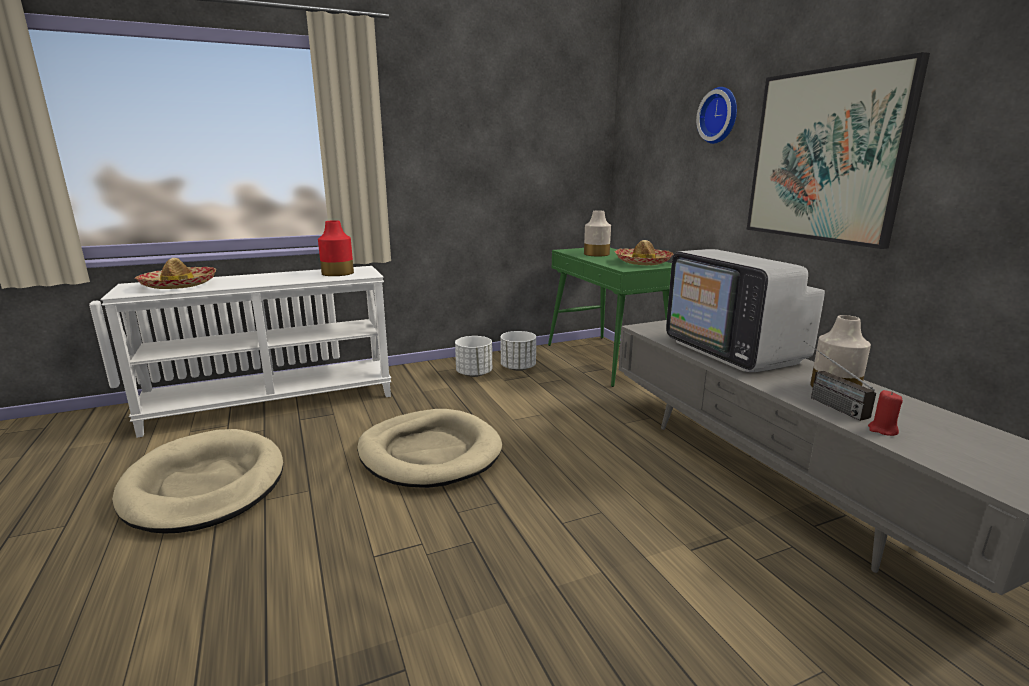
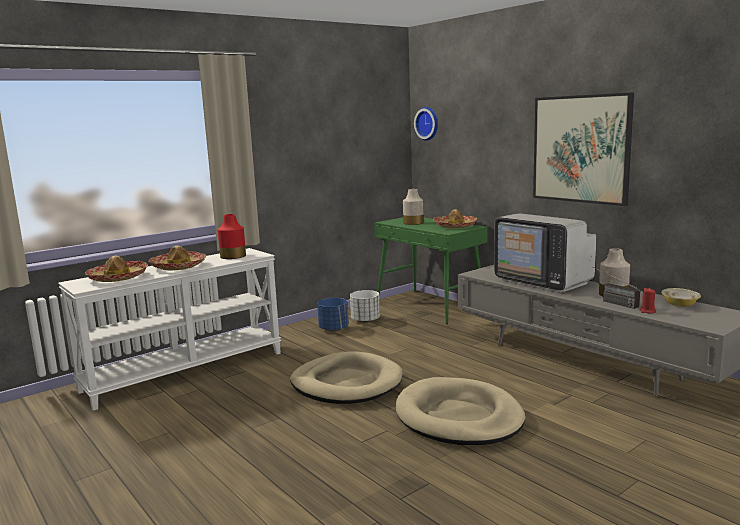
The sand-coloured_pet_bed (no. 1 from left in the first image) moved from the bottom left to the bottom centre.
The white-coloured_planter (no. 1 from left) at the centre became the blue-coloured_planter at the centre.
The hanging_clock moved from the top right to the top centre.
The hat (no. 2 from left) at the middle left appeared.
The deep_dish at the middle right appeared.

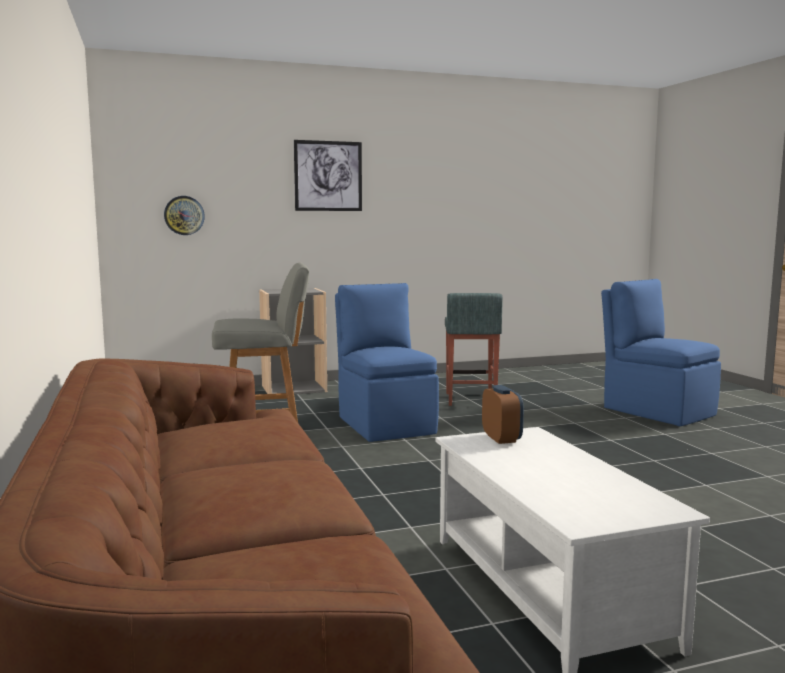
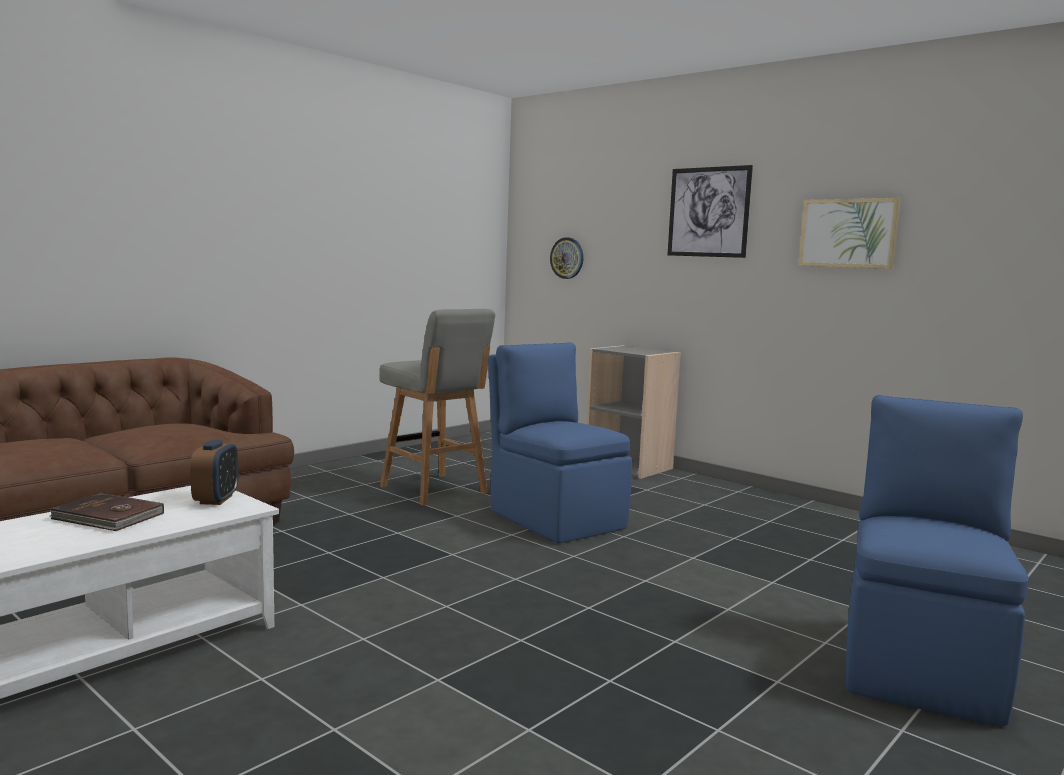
The blue-coloured_upright_chair (no. 1 from left) at the centre turned 75 degrees counterclockwise.
The grey_stool_seat (no. 2 from left) at the centre disappeared.
The alarm_clock at the centre turned 45 degrees counterclockwise.
The brown_volume at the middle left appeared.
The wall_art (no. 2 from left) at the top right appeared.

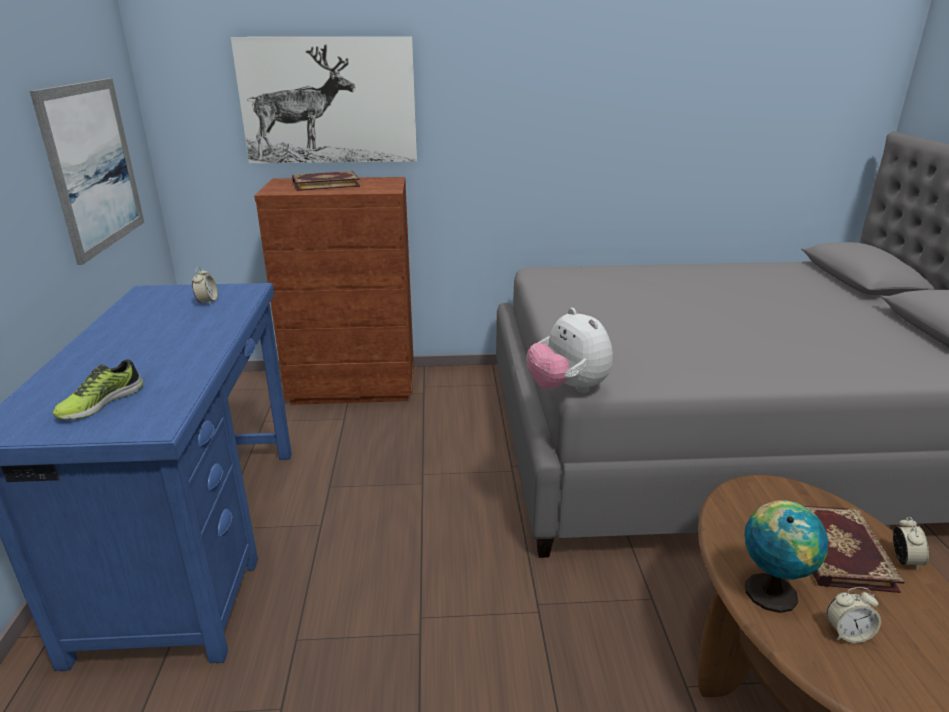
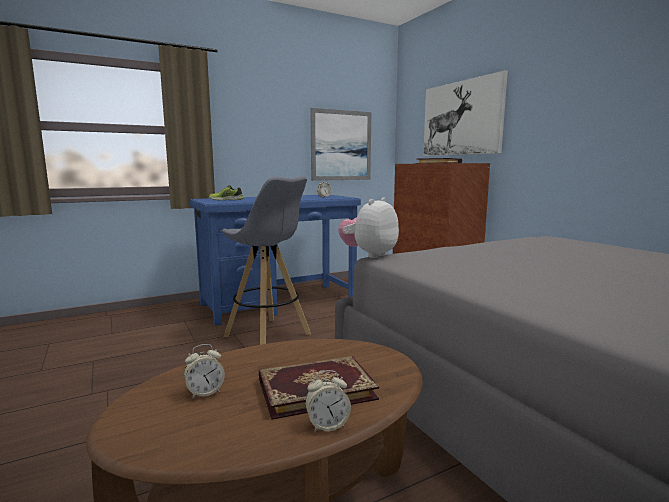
The desk_globe at the bottom right disappeared.
The alarm_clock (no. 2 from left in the first image) at the bottom right turned 90 degrees counterclockwise.
The grey_stool_seat at the centre appeared.

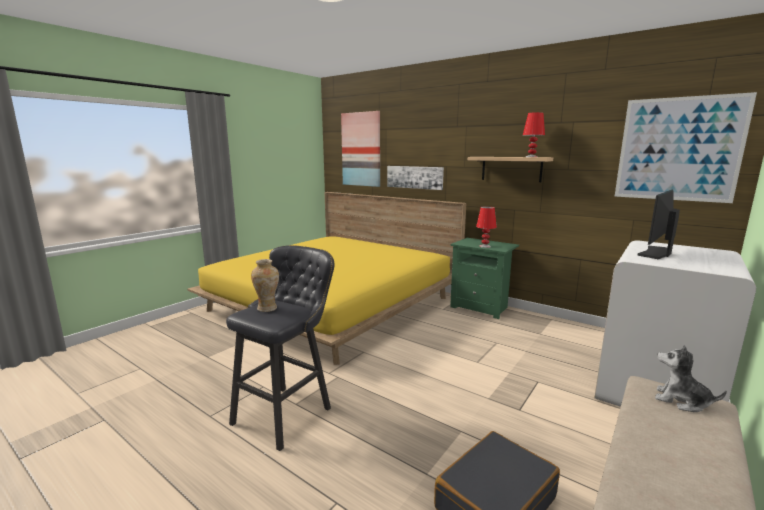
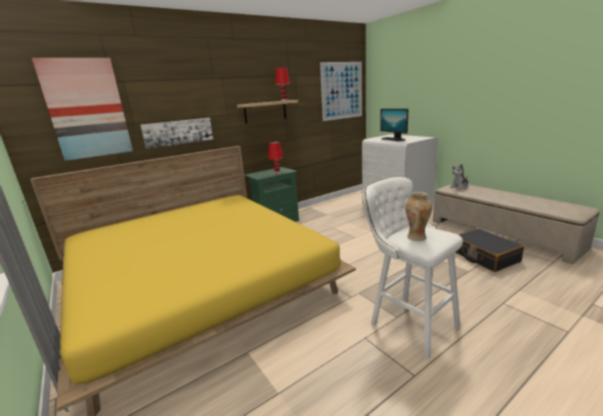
The black-coloured_stool_seat at the bottom centre became the white-coloured_stool_seat at the middle right.

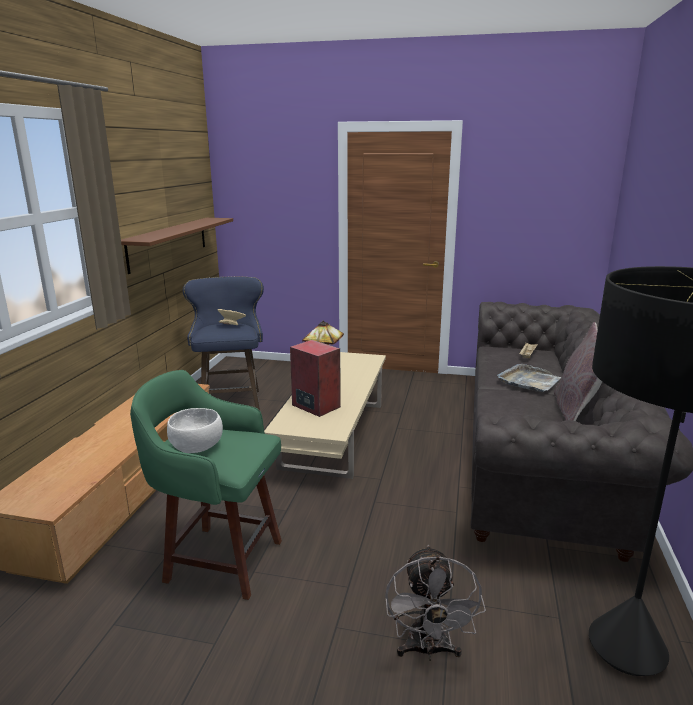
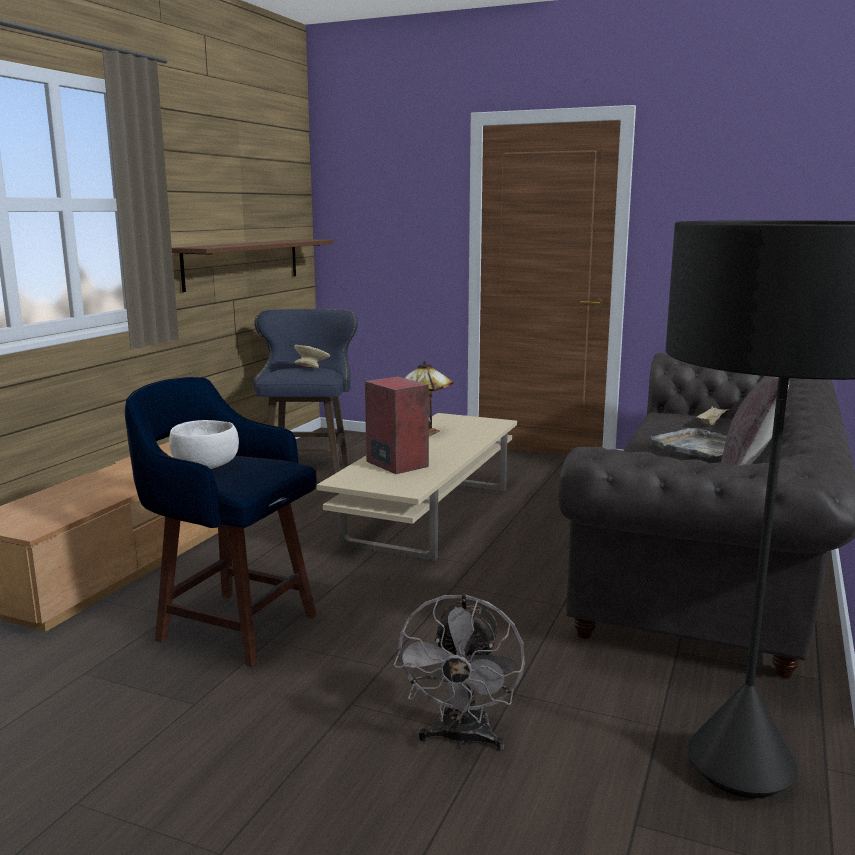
The green-coloured_stool_seat at the bottom left became the blue-coloured_stool_seat (no. 1 from left) at the middle left.

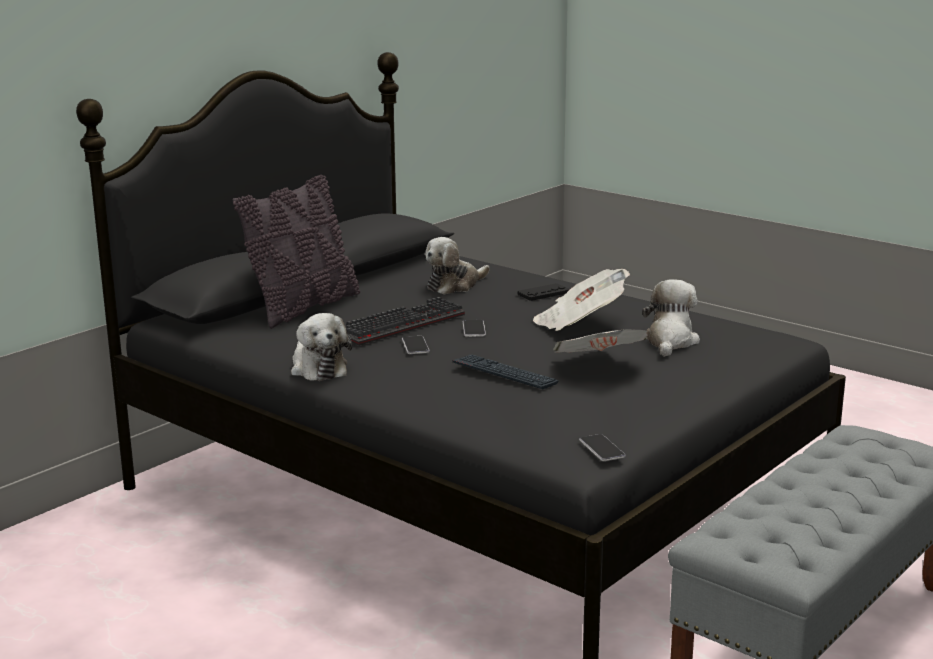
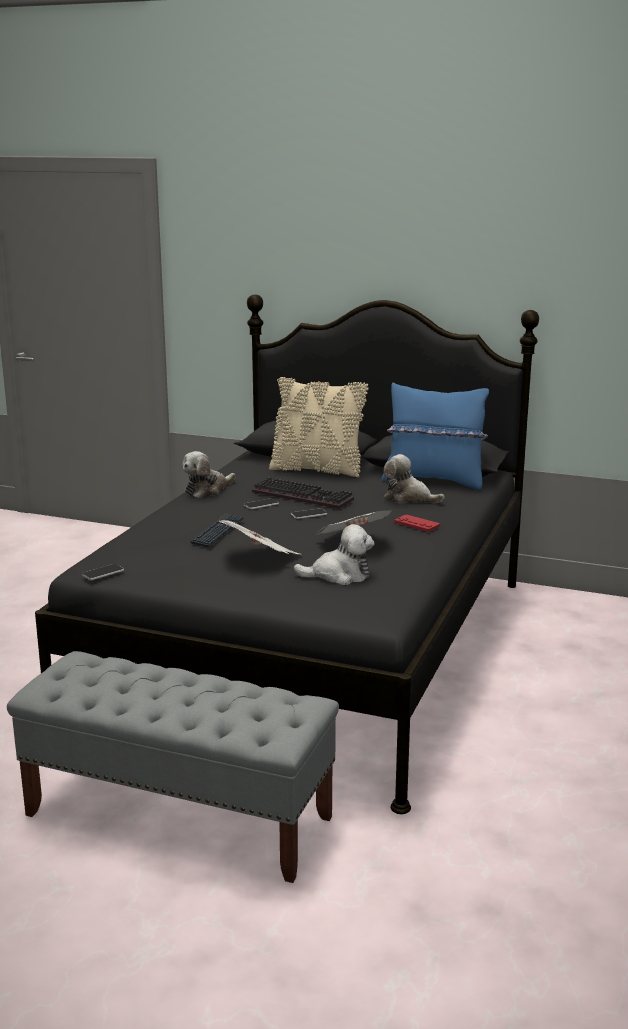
The black-coloured_throw_pillow at the middle left became the sand-coloured_throw_pillow at the centre.
The black-coloured_gamepad at the centre became the red_gamepad at the centre.
The blue-coloured_throw_pillow at the middle right appeared.

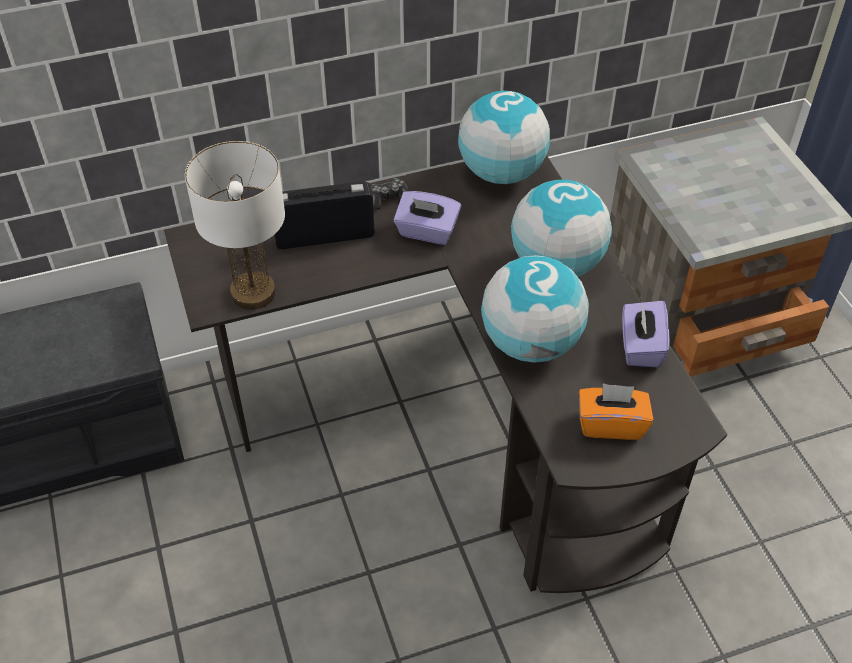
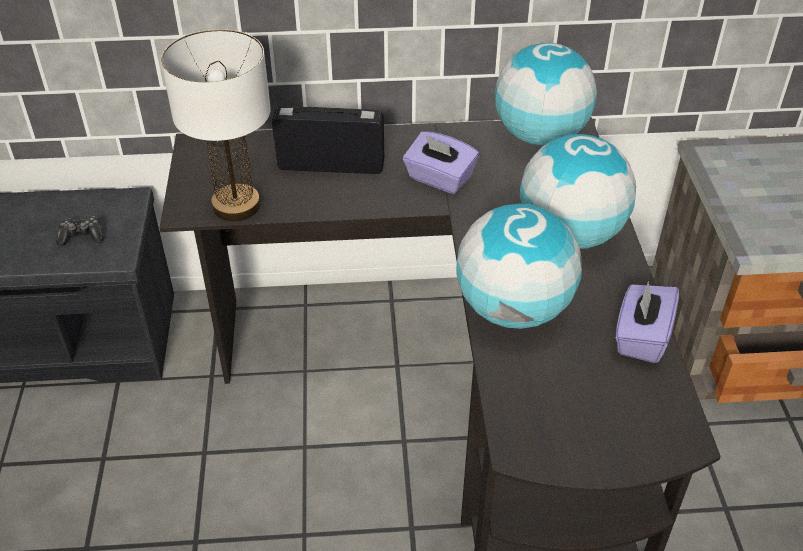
The gamepad moved from the top centre to the middle left.
The orange_tissue_holder at the middle right disappeared.

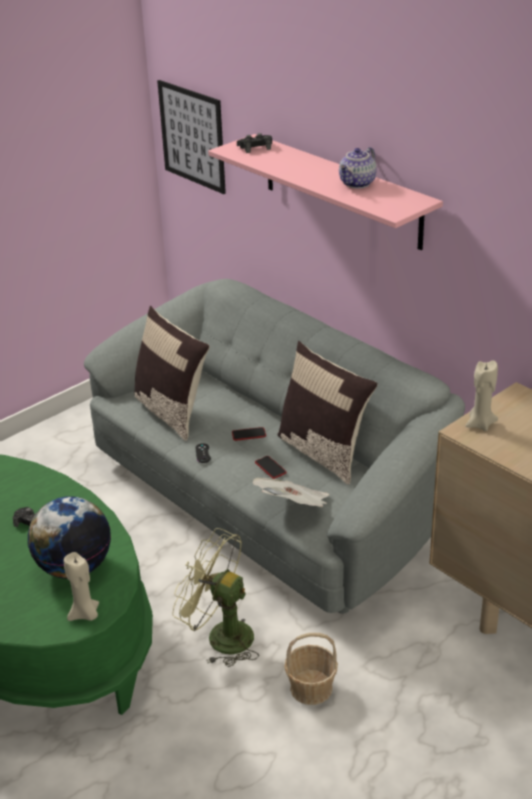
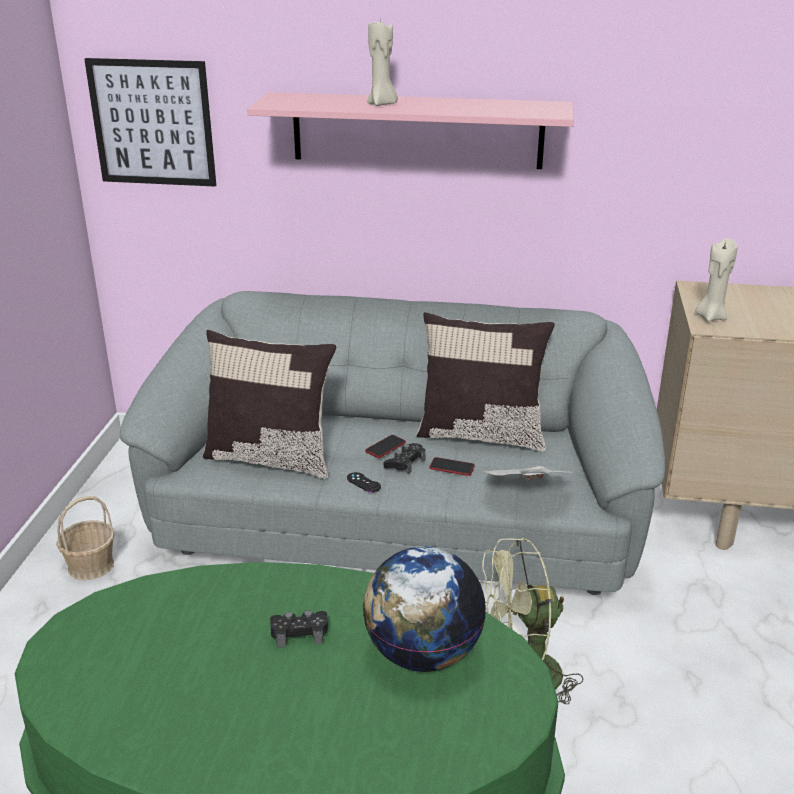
The sand-coloured_wax_candle (no. 1 from left) moved from the bottom left to the top centre.
The black-coloured_gamepad (no. 3 from left) moved from the top centre to the centre.
The household_basket moved from the bottom centre to the bottom left.
The teapot at the top right disappeared.

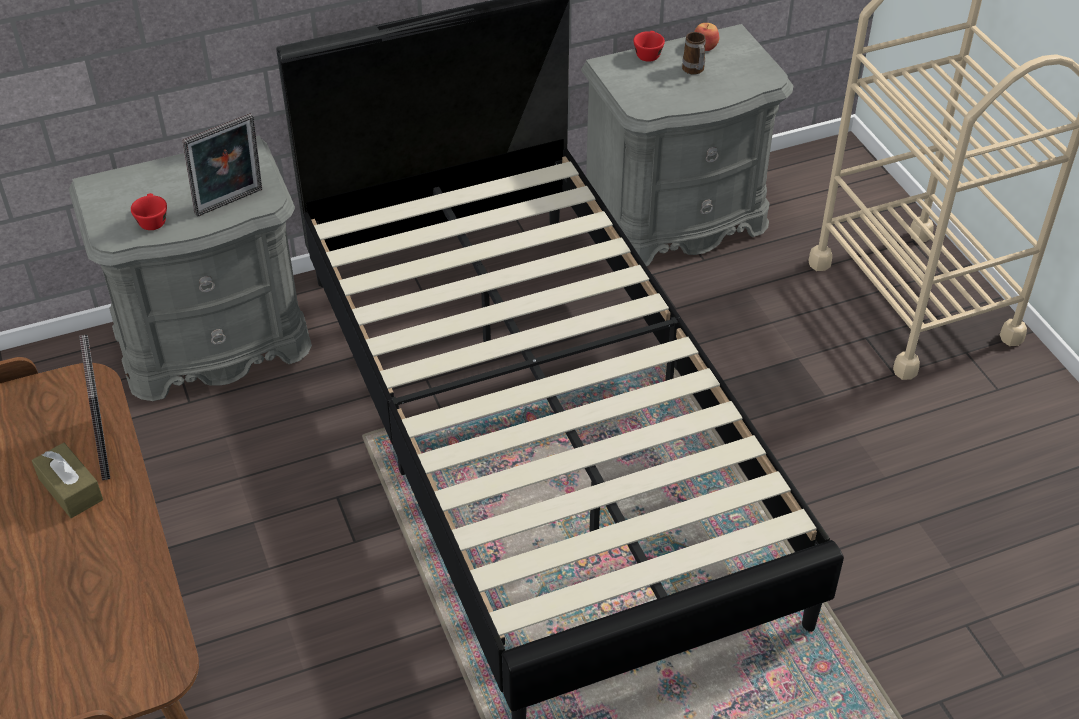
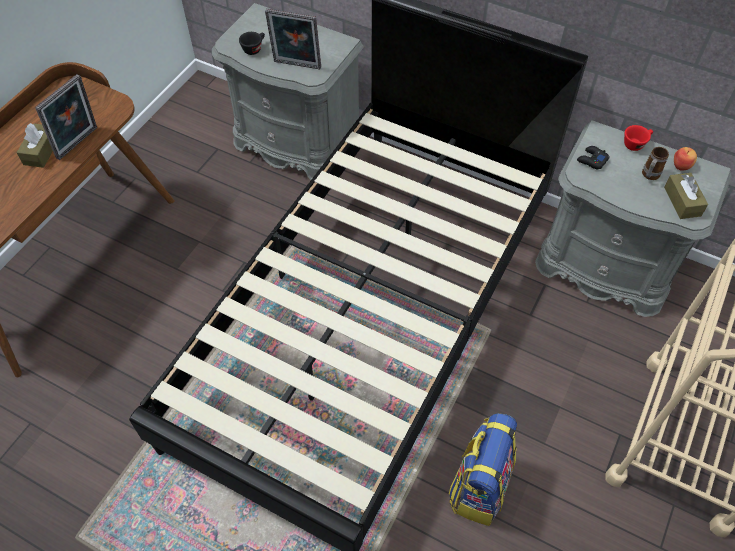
The red_drinking_cup (no. 1 from left) at the top left became the black-coloured_drinking_cup at the top centre.
The knapsack at the bottom centre appeared.
The black-coloured_gamepad at the top right appeared.
The brown_tissue_holder (no. 2 from left) at the middle right appeared.

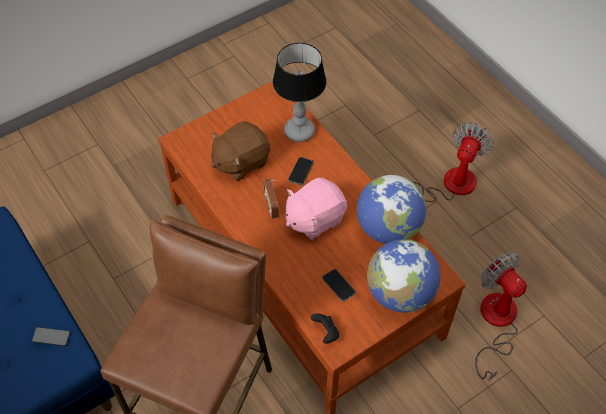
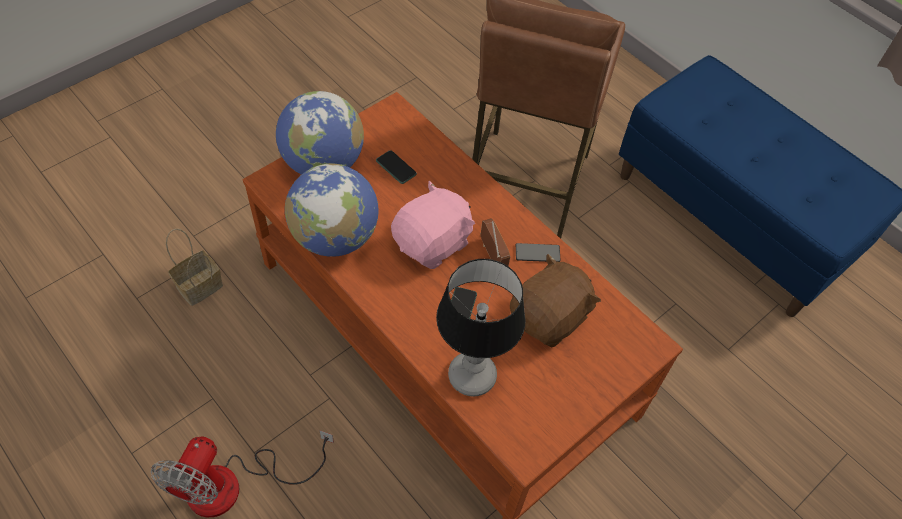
The telephone (no. 1 from left in the first image) moved from the bottom left to the centre.
The black-coloured_gamepad at the bottom centre disappeared.
The cooling_fan (no. 2 from left) at the bottom right was replaced by the household_basket at the middle left.

